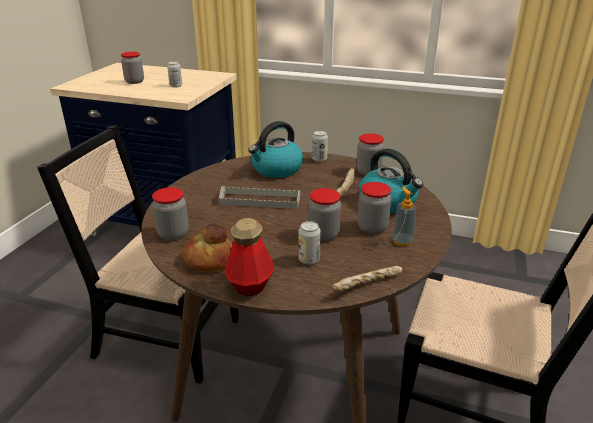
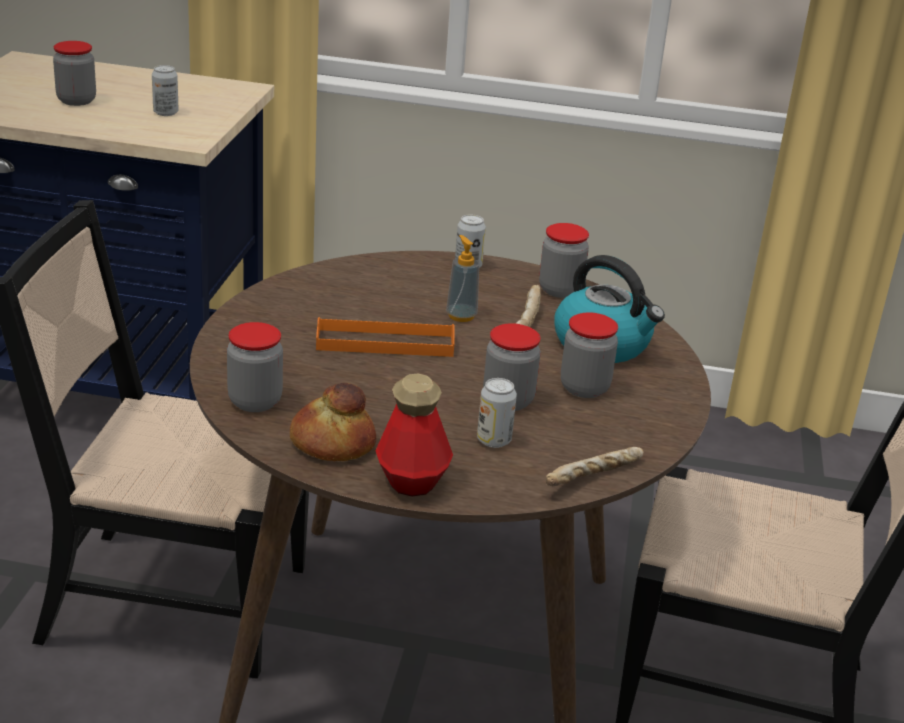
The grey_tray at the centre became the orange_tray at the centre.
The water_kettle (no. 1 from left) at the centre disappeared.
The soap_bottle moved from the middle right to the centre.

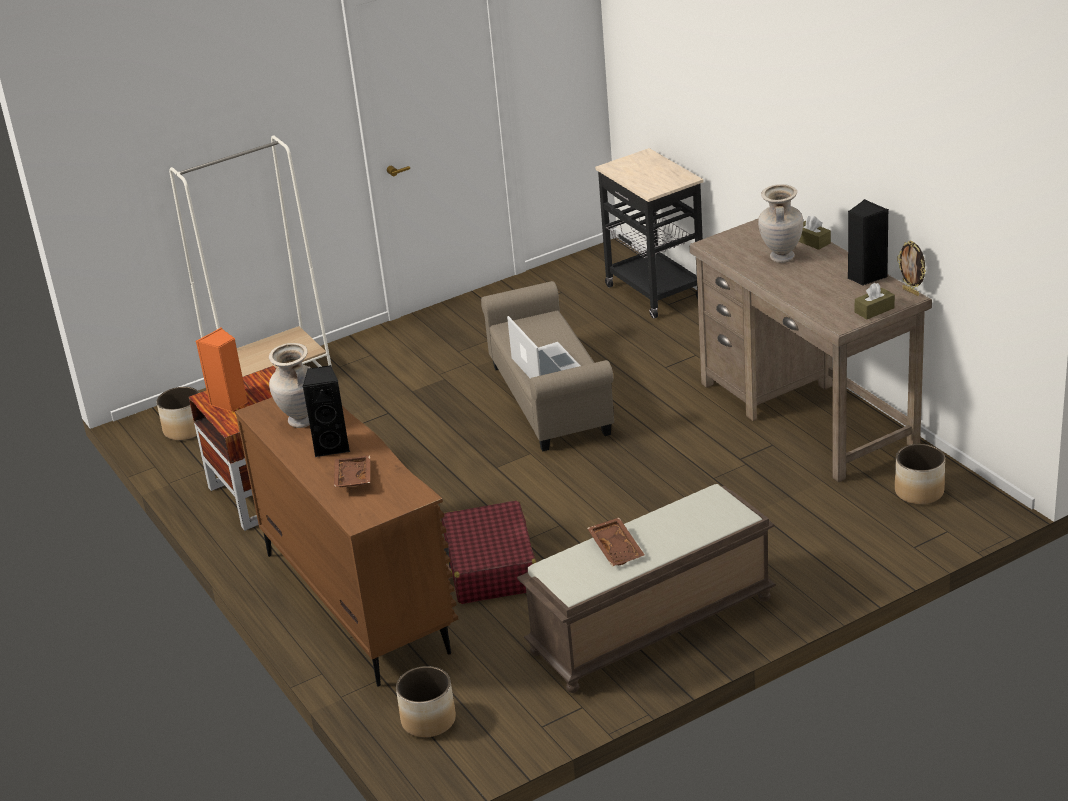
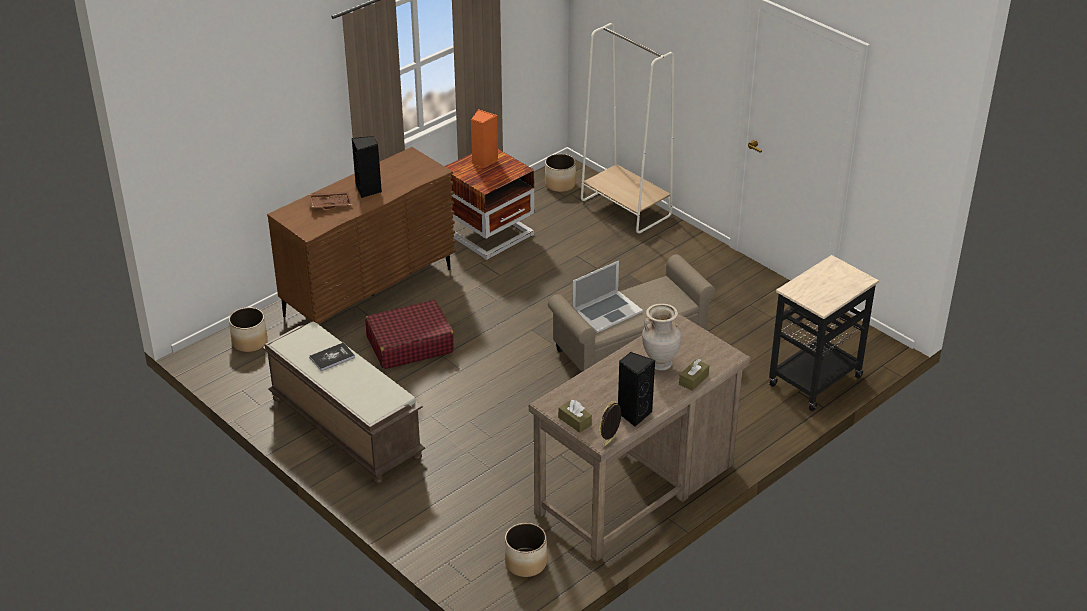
The sand-coloured_decorative_vase (no. 1 from left) at the middle left disappeared.
The brown_tray (no. 2 from left) at the bottom centre was replaced by the volume at the middle left.

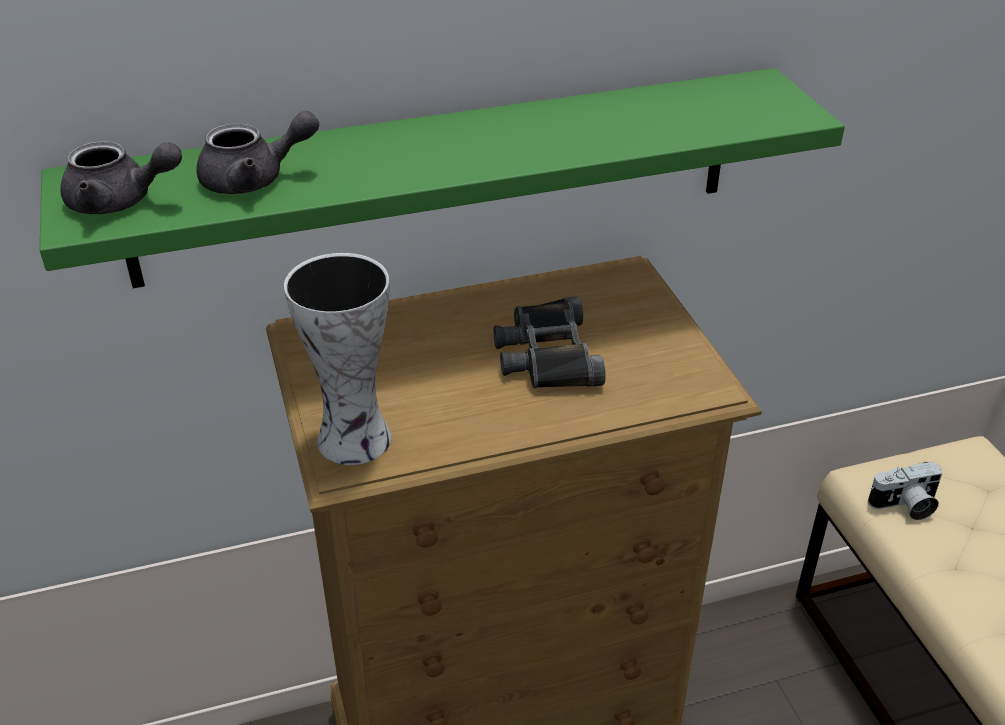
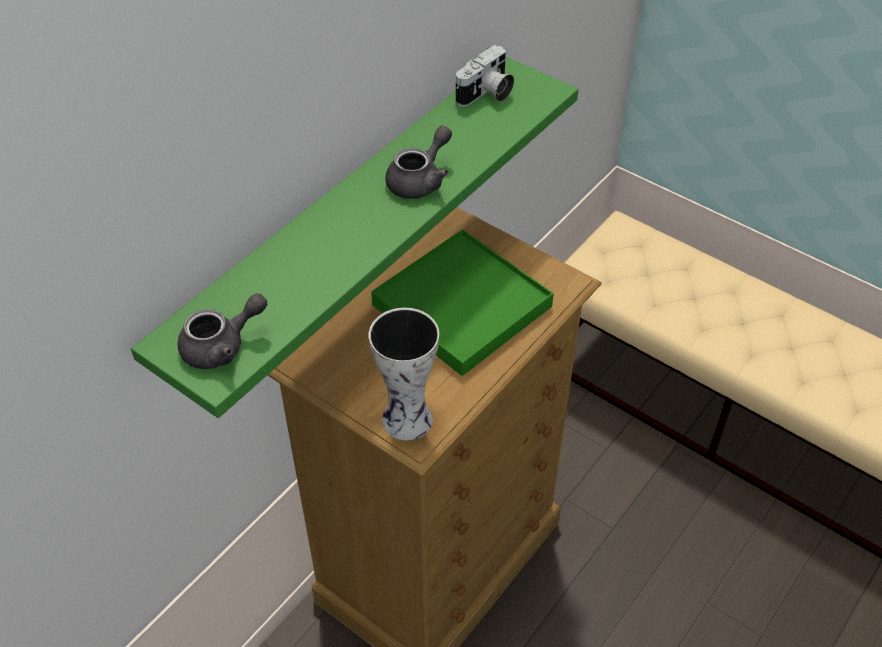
The grey_teapot (no. 2 from left) moved from the top left to the top centre.
The black-coloured_field_glasses at the centre was replaced by the green-coloured_tray at the centre.
The photo_camera moved from the bottom right to the top centre.

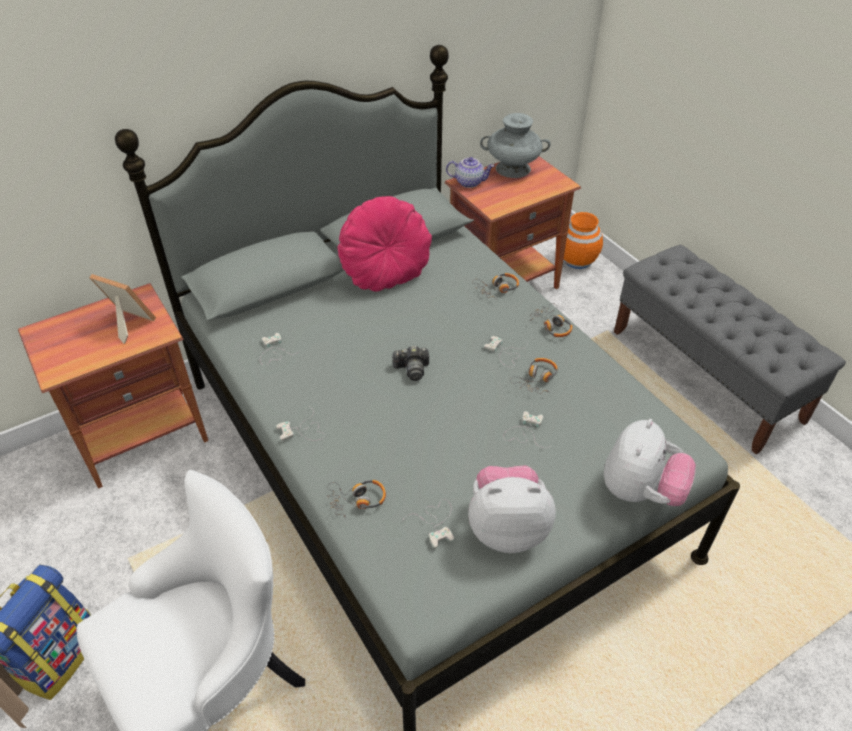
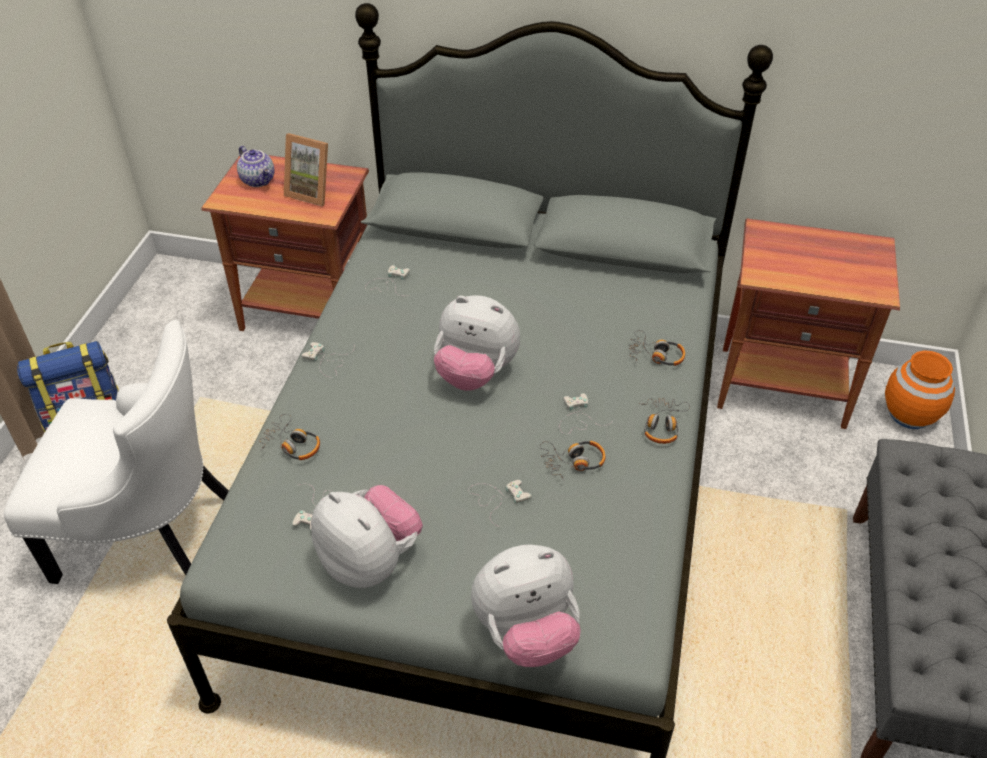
The picture_frame at the middle left turned 135 degrees clockwise.
The pinkish_throw_pillow at the centre disappeared.
The photo_camera at the centre was replaced by the plush_toy (no. 2 from left) at the centre.
The teapot moved from the top centre to the top left.
The grey_decorative_vase at the top centre disappeared.

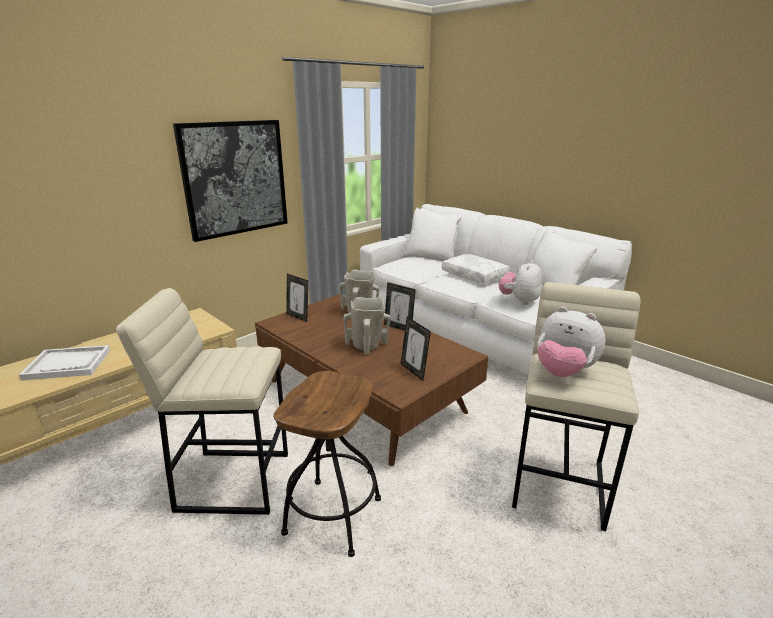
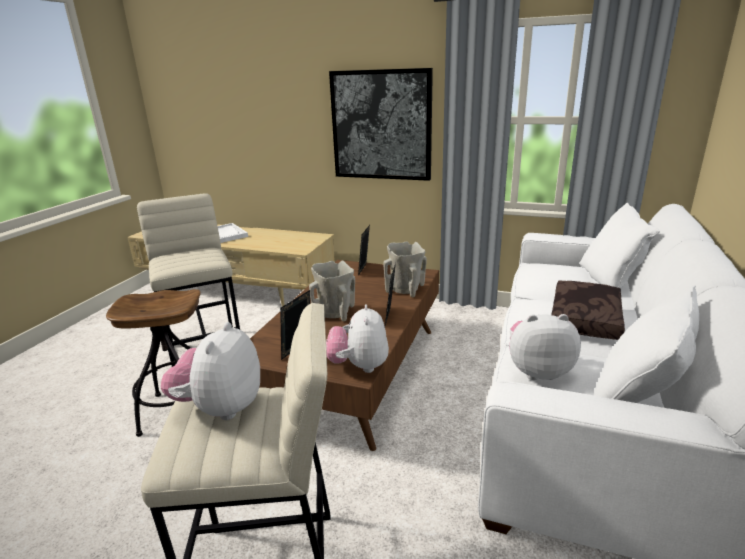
The white-coloured_throw_pillow at the centre became the brown_throw_pillow at the middle right.
The plush_toy (no. 2 from left) at the centre appeared.

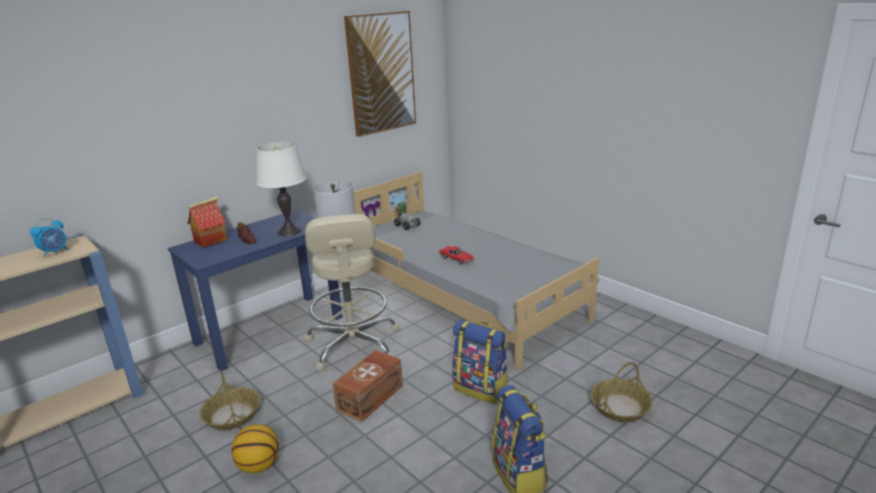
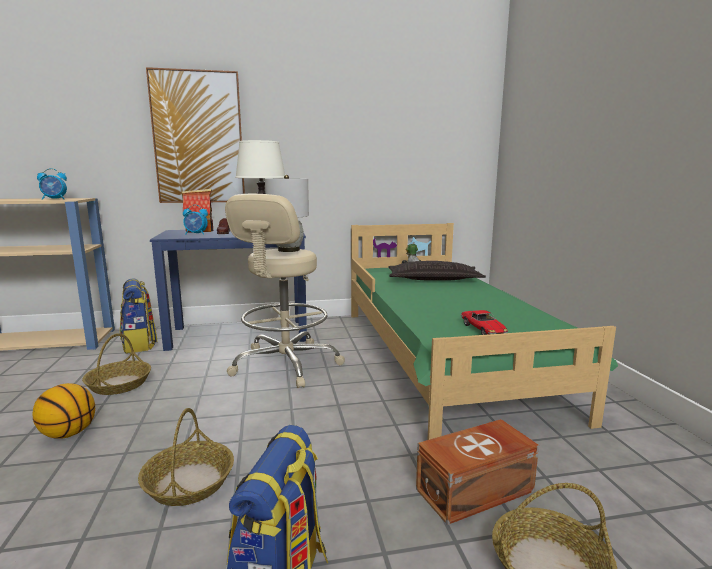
The brown_storage_bin moved from the bottom centre to the bottom right.
The wall_art moved from the top centre to the top left.
The grey_bed at the centre became the green-coloured_bed at the middle right.
The model_car (no. 2 from left) moved from the centre to the middle right.
The knapsack (no. 1 from left) moved from the bottom centre to the middle left.
The household_basket (no. 2 from left) at the bottom left appeared.
The alarm_clock (no. 2 from left) at the middle left appeared.
The throw_pillow at the centre appeared.

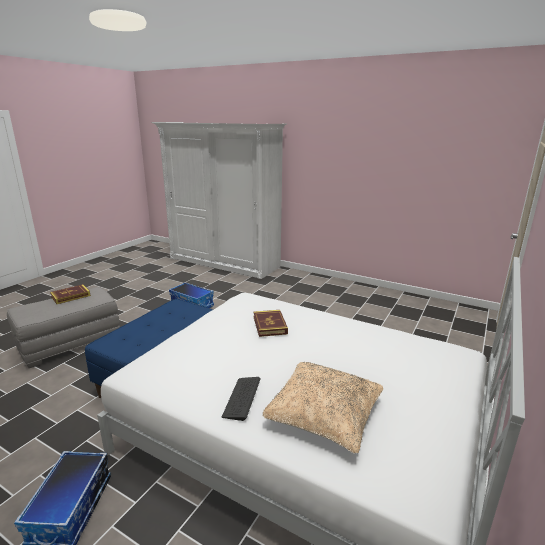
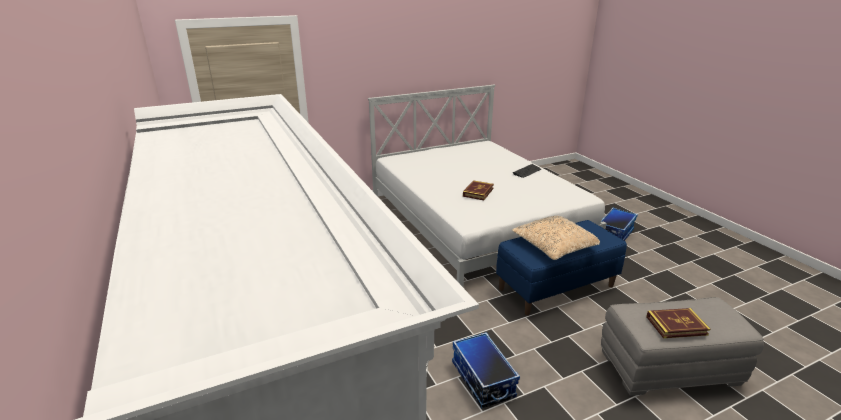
The sand-coloured_throw_pillow moved from the bottom centre to the centre.

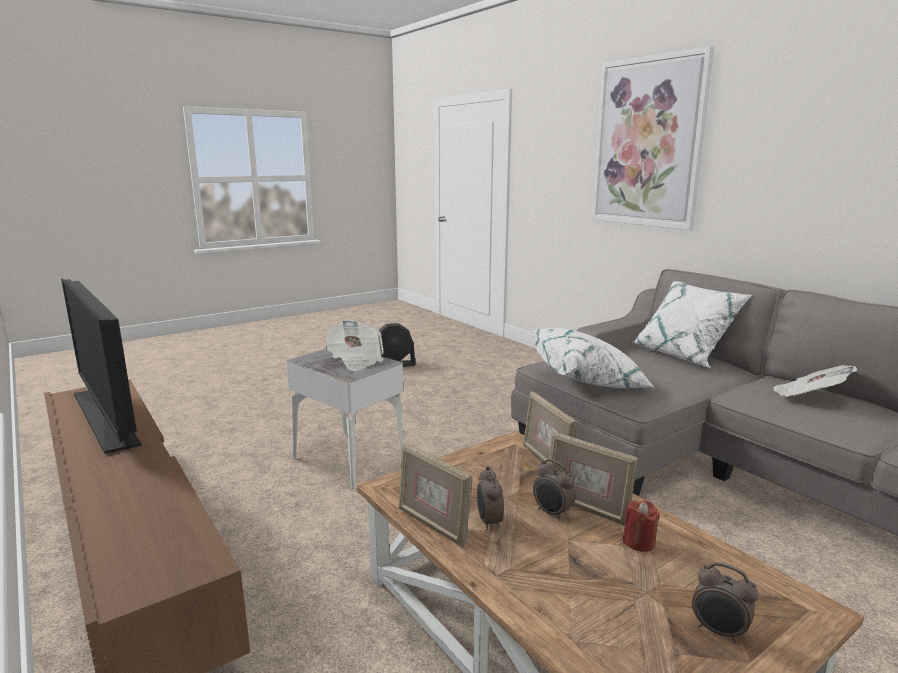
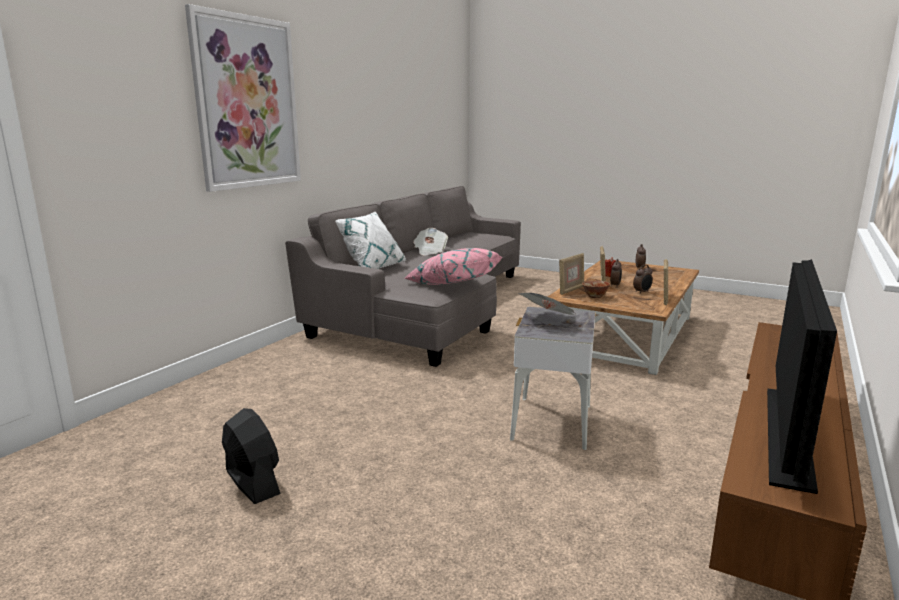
The white-coloured_throw_pillow (no. 1 from left) at the centre became the pinkish_throw_pillow at the centre.
The deep_dish at the centre appeared.

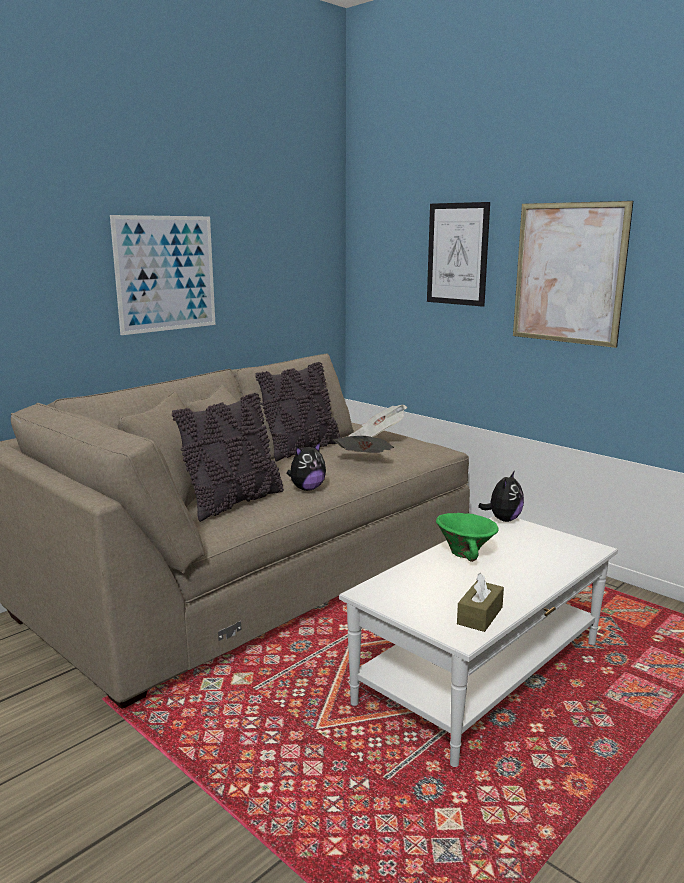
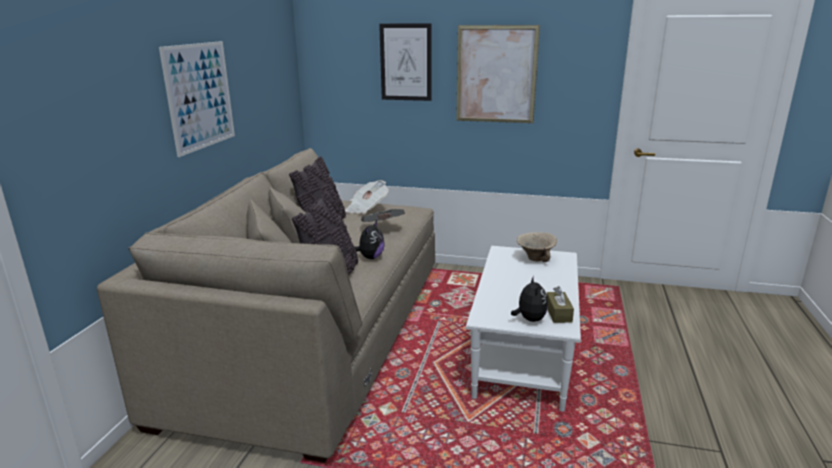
The green-coloured_deep_dish at the middle right disappeared.
The plush_toy (no. 2 from left) moved from the middle right to the centre.
The sand-coloured_deep_dish at the centre appeared.

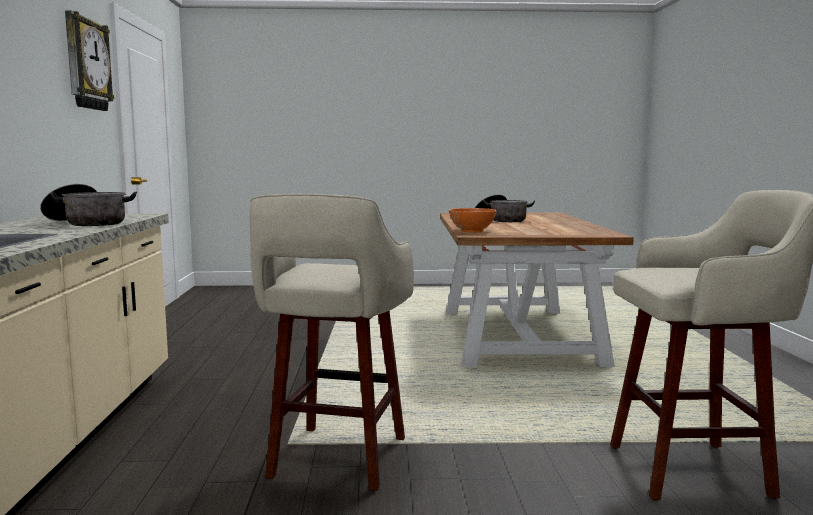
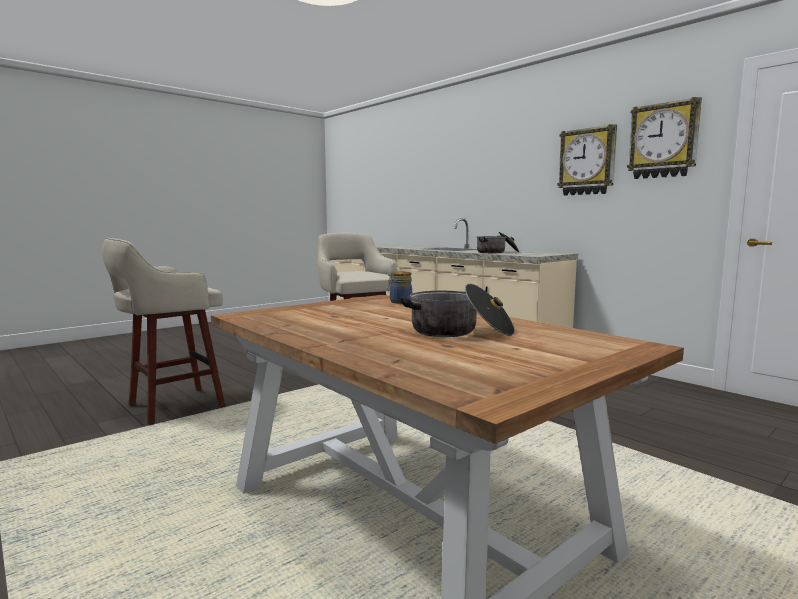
The orange_deep_dish at the centre was replaced by the storage_jar at the centre.
The hanging_clock (no. 1 from left) at the top right appeared.

